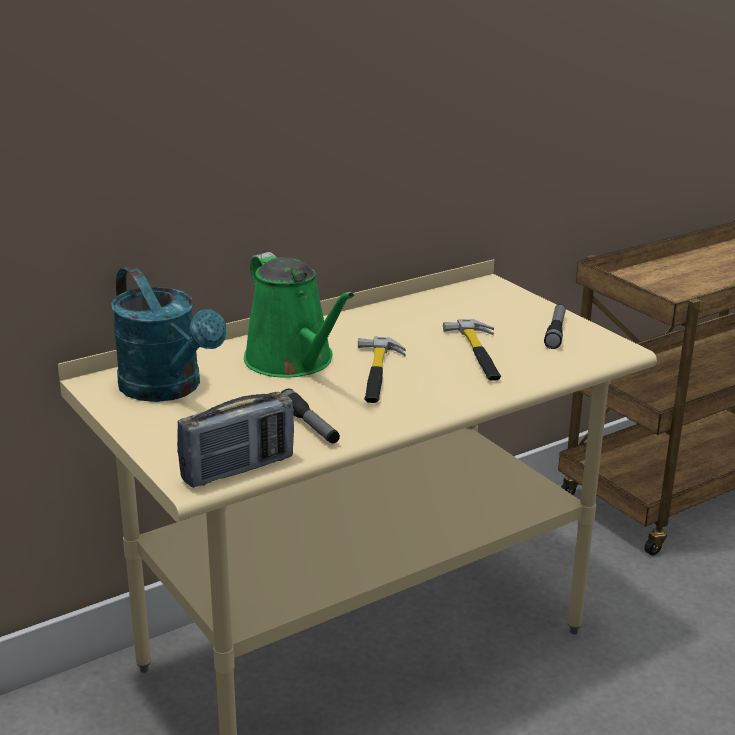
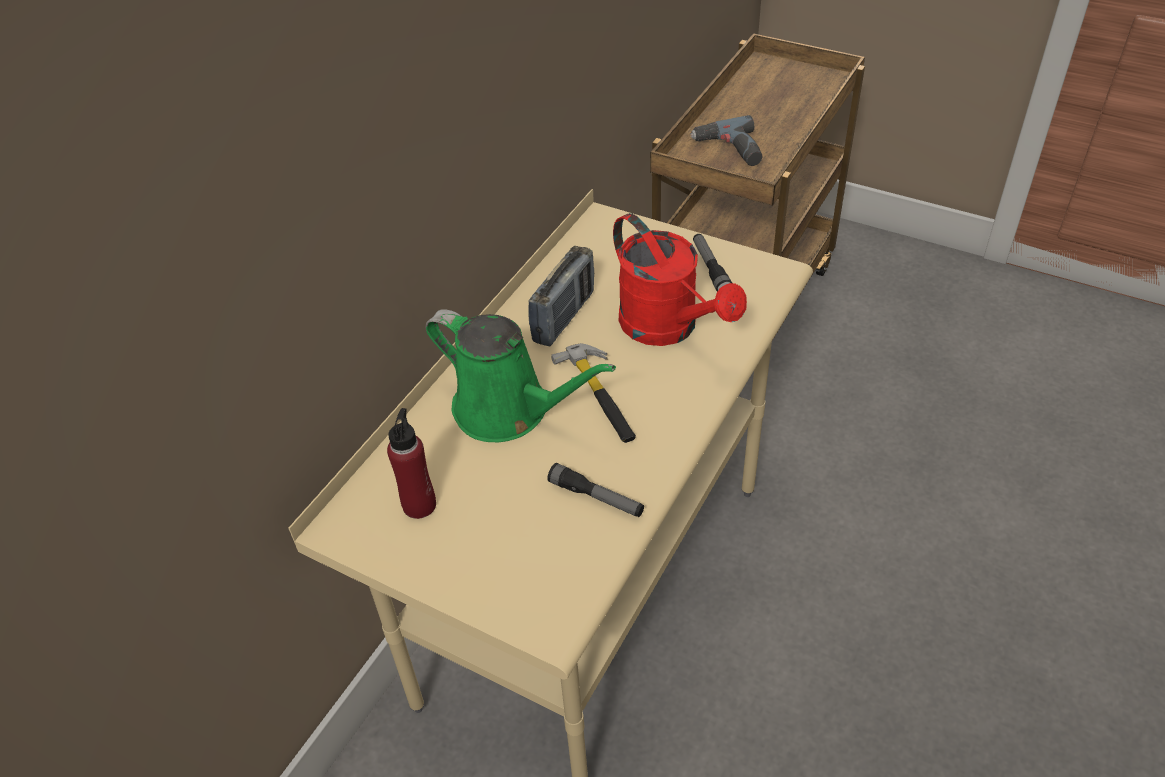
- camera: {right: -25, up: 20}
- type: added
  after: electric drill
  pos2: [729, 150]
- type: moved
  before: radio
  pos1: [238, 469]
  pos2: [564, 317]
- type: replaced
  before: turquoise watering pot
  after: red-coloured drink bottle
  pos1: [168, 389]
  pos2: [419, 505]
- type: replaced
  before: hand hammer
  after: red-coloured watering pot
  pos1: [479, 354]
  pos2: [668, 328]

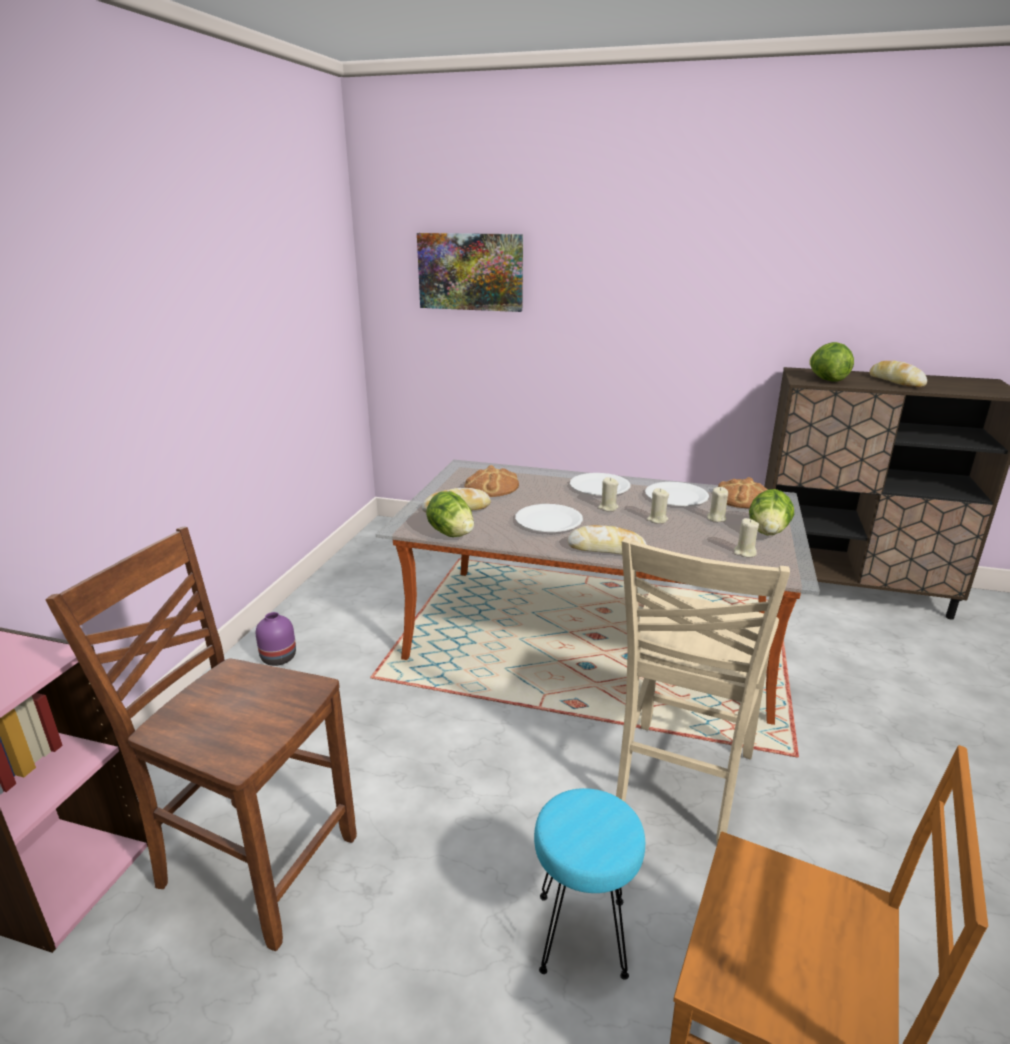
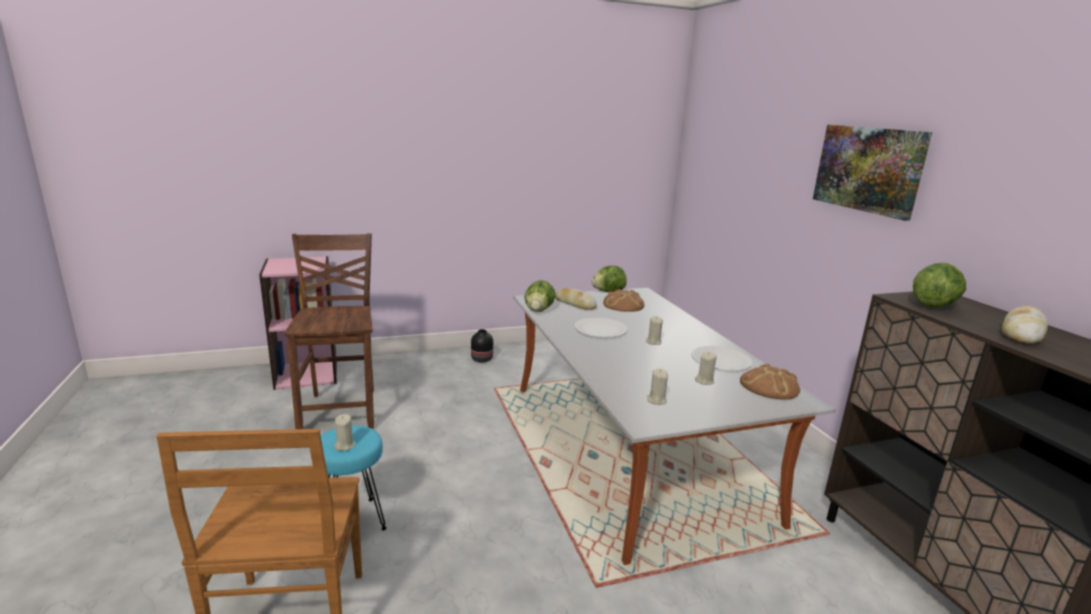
- camera: {right: 55, up: -5}
- type: removed
  before: baked bread
  pos1: [606, 549]
- type: removed
  before: whitish flat dish
  pos1: [599, 486]
- type: removed
  before: sand-coloured chair
  pos1: [680, 783]
- type: moved
  before: wall art
  pos1: [470, 272]
  pos2: [868, 169]
- type: moved
  before: sand-coloured candle
  pos1: [657, 520]
  pos2: [344, 445]
- type: moved
  before: lettuce
  pos1: [768, 532]
  pos2: [608, 291]
- type: recoloured
  before: purplish decorative vase
  after: black-coloured decorative vase
  pos1: [278, 658]
  pos2: [481, 359]

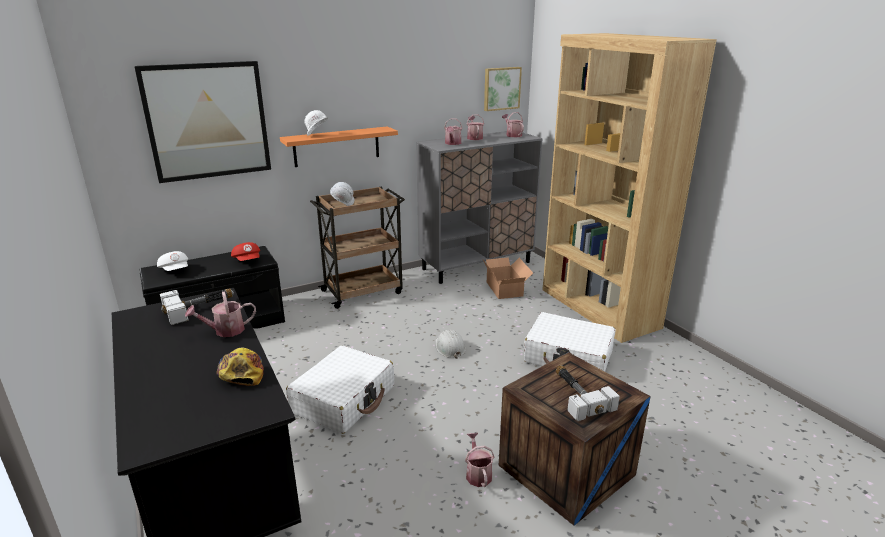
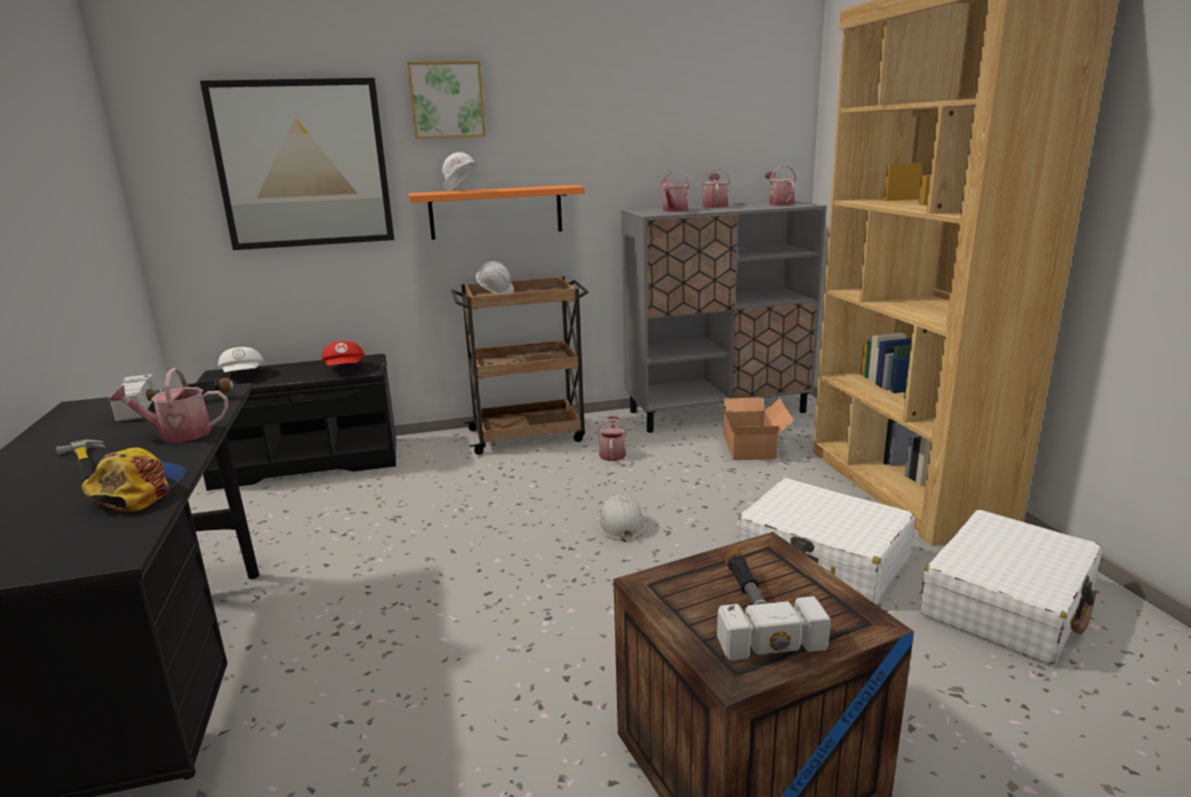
- camera: {right: 15, up: -5}
- type: added
  after: hand hammer
  pos2: [86, 464]
- type: moved
  before: whitish piece of luggage
  pos1: [344, 399]
  pos2: [1008, 603]
- type: moved
  before: watering pot
  pos1: [478, 473]
  pos2: [612, 453]
- type: moved
  before: wall art
  pos1: [501, 88]
  pos2: [447, 100]

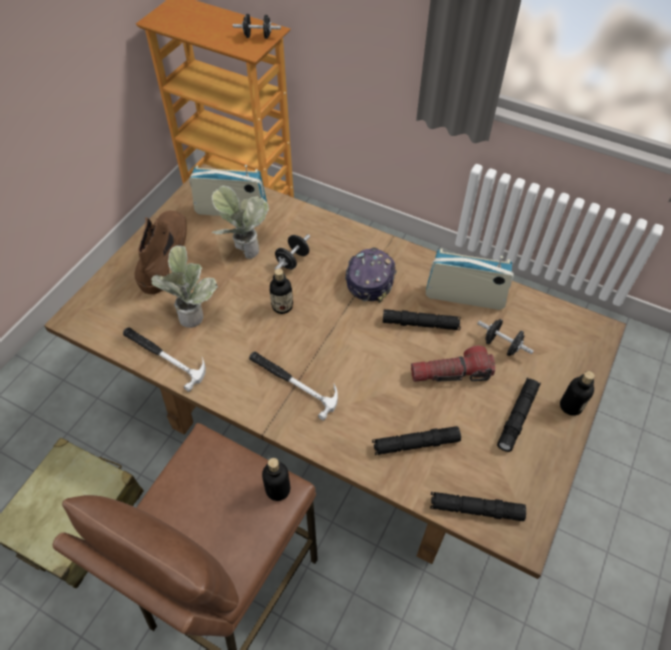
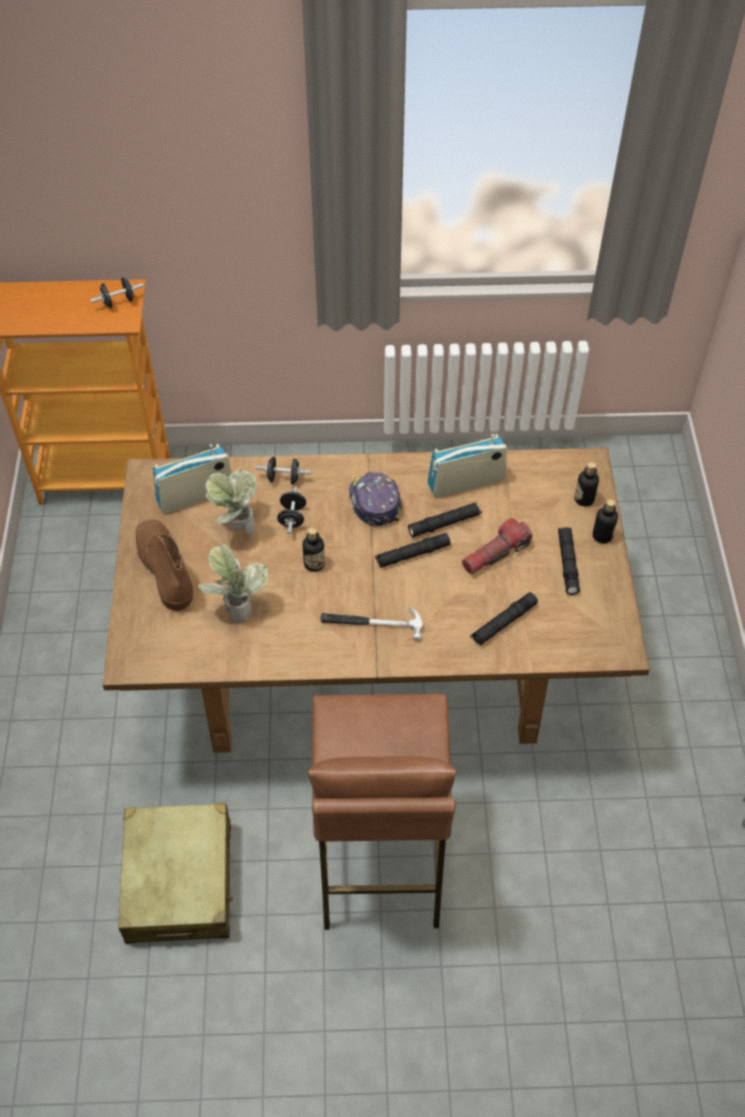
- camera: {right: -30, up: 0}
- type: removed
  before: hand hammer
  pos1: [164, 356]
- type: moved
  before: drink bottle
  pos1: [278, 489]
  pos2: [584, 499]
- type: moved
  before: black-coloured torch
  pos1: [475, 509]
  pos2: [412, 554]
- type: moved
  before: black-coloured hand weight
  pos1: [501, 345]
  pos2: [283, 478]

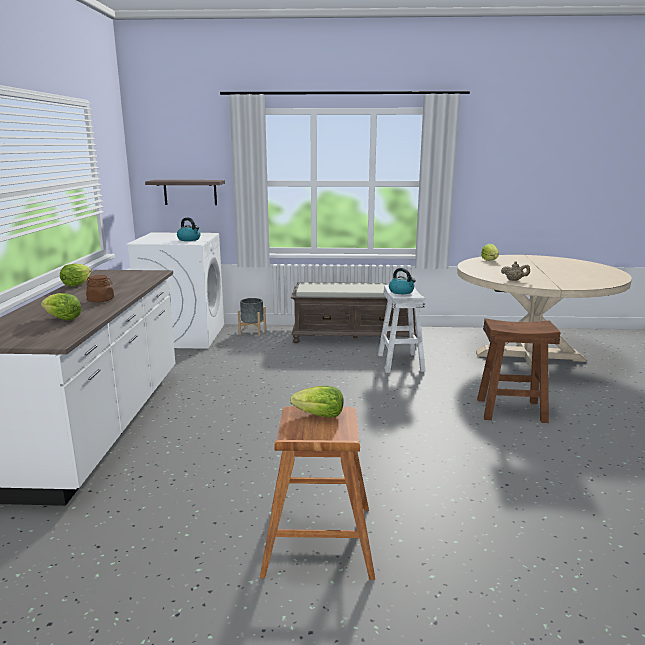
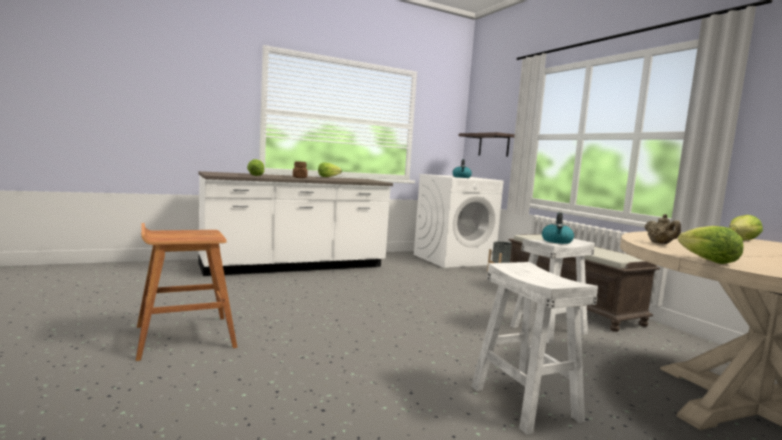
- camera: {right: 60, up: -10}
- type: moved
  before: lettuce
  pos1: [320, 416]
  pos2: [708, 261]
- type: recoloured
  before: brown sitting stool
  after: whitish sitting stool
  pos1: [511, 410]
  pos2: [523, 402]

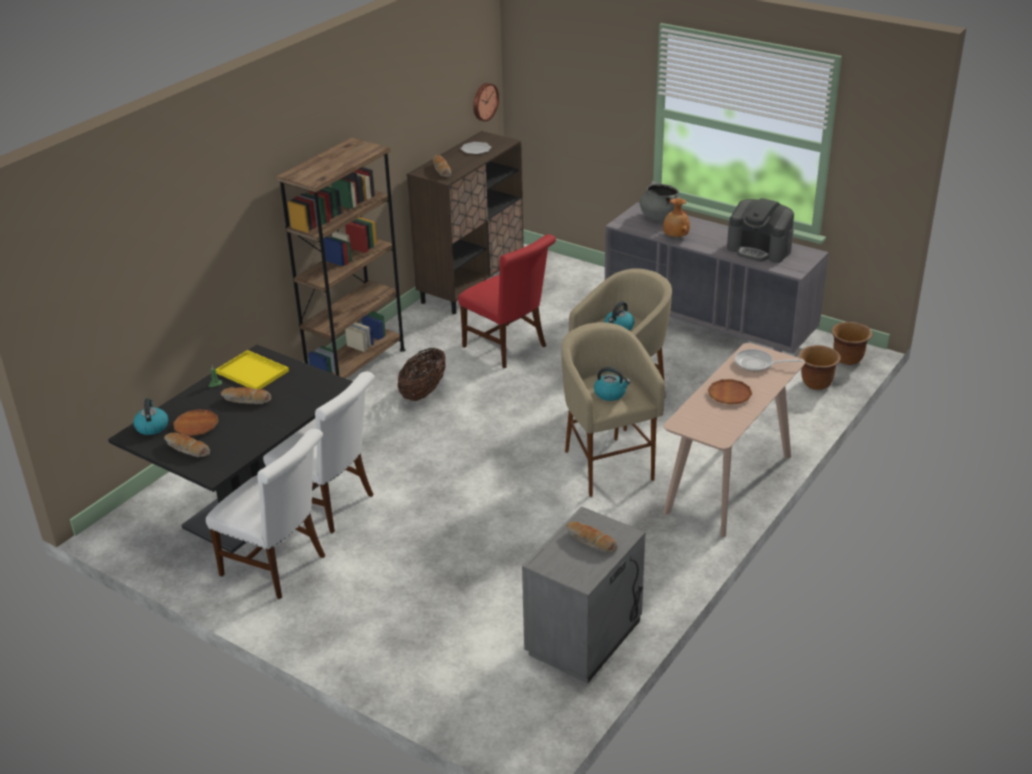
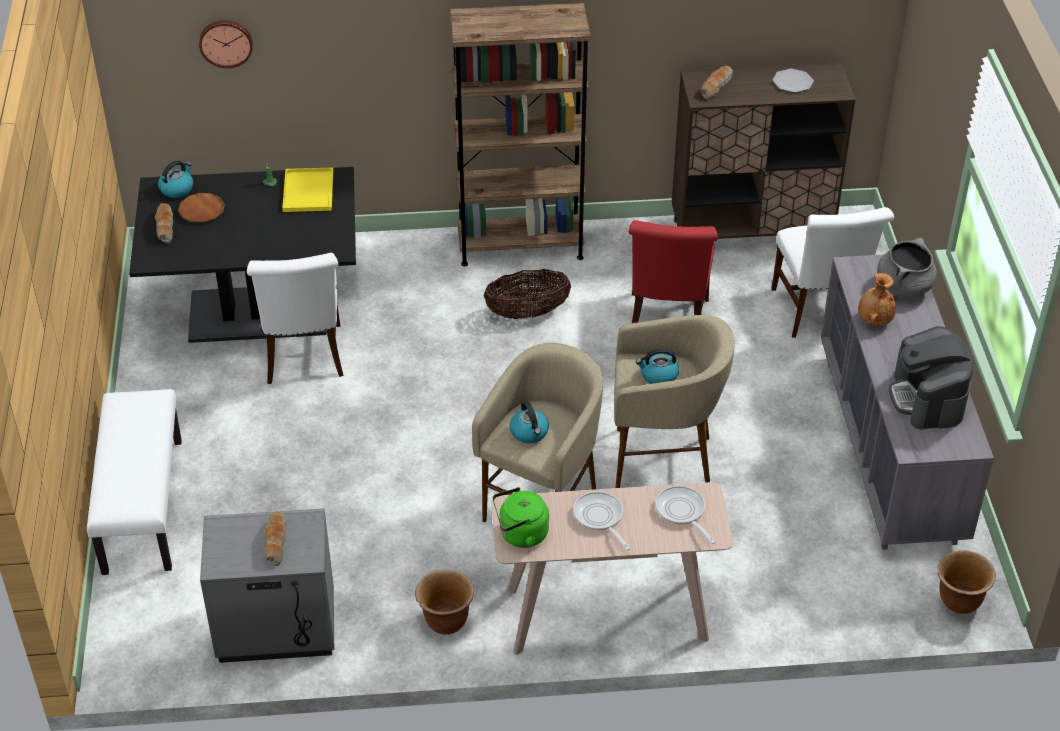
- camera: {right: 50, up: 10}
- type: removed
  before: baked bread
  pos1: [246, 401]
- type: added
  after: whitish long seat
  pos2: [142, 505]
- type: added
  after: greenish tea kettle
  pos2: [520, 534]
- type: moved
  before: whitish chair
  pos1: [278, 566]
  pos2: [820, 313]
- type: moved
  before: hanging clock
  pos1: [484, 101]
  pos2: [226, 42]
- type: moved
  before: brown plant pot
  pos1: [816, 384]
  pos2: [445, 621]
- type: replaced
  before: brown flat dish
  after: frying pan
  pos1: [729, 394]
  pos2: [600, 518]

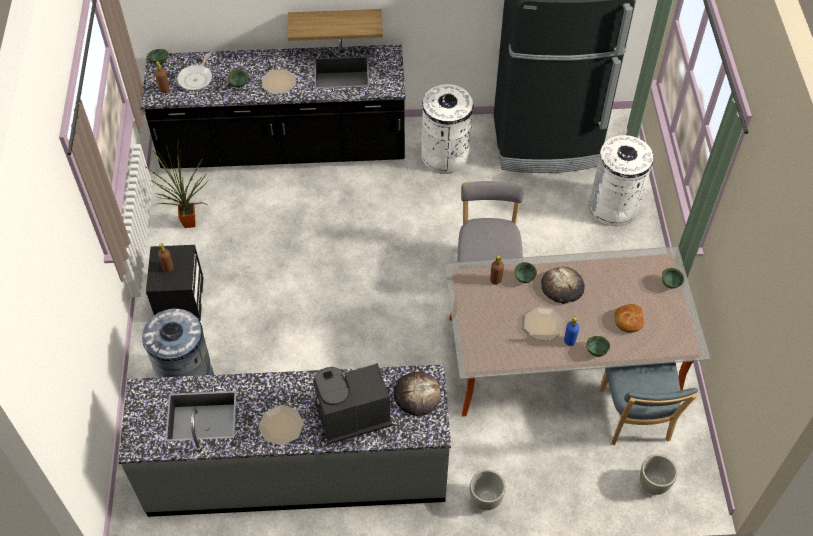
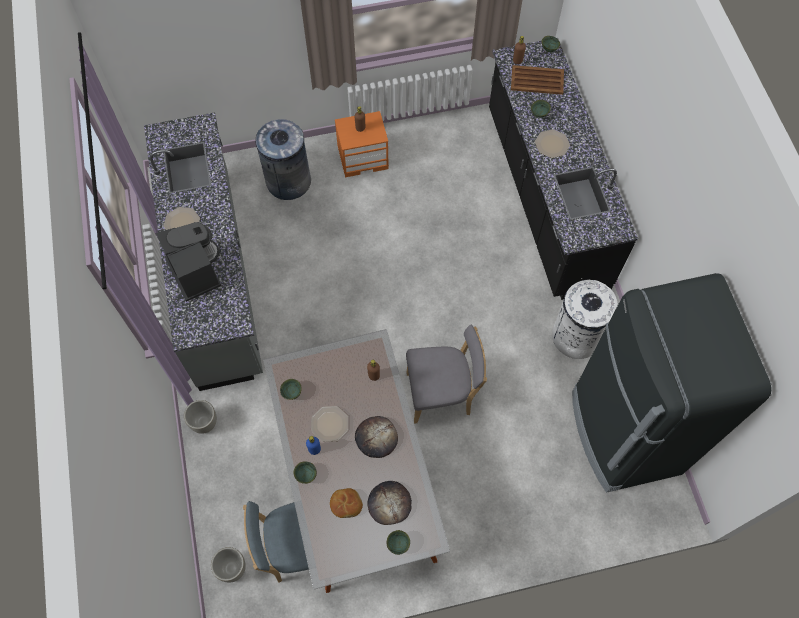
- camera: {right: 80, up: 10}
- type: removed
  before: plant in a pot
  pos1: [189, 225]
- type: removed
  before: bracket shelf
  pos1: [335, 21]
- type: removed
  before: whitish waste bin
  pos1: [613, 207]
- type: moved
  before: baked bread
  pos1: [417, 395]
  pos2: [389, 503]
- type: moved
  before: greenish bowl
  pos1: [524, 278]
  pos2: [292, 393]
- type: replaced
  before: frying pan
  after: brown tray
  pos1: [196, 78]
  pos2: [537, 80]
- type: recoloured
  before: black-coloured night table
  after: orangey night table
  pos1: [179, 299]
  pos2: [363, 158]

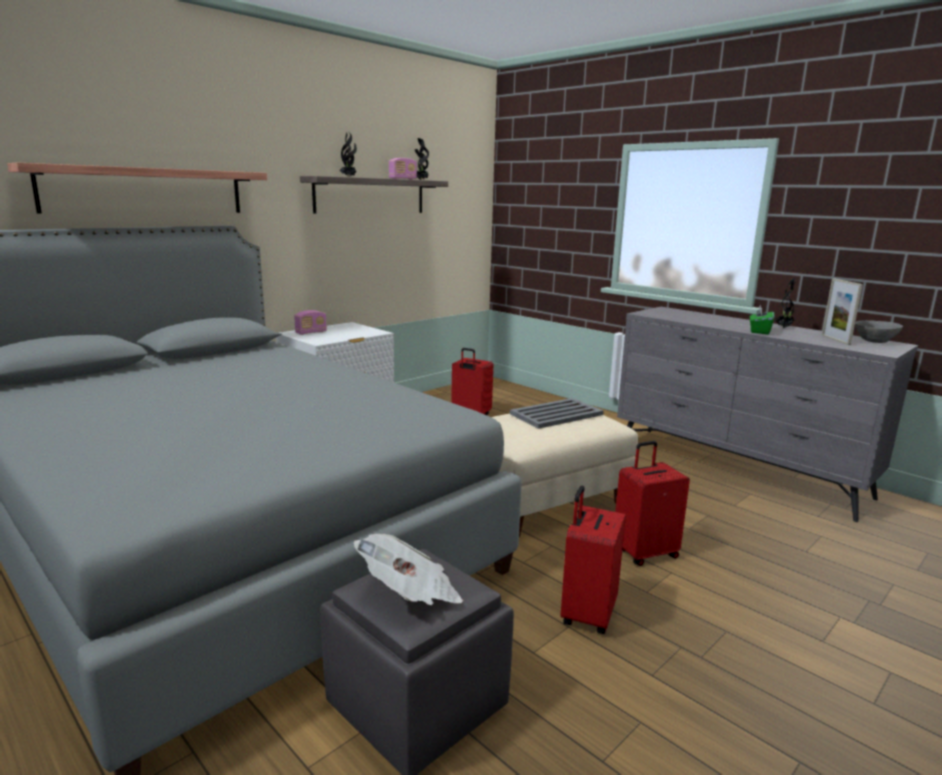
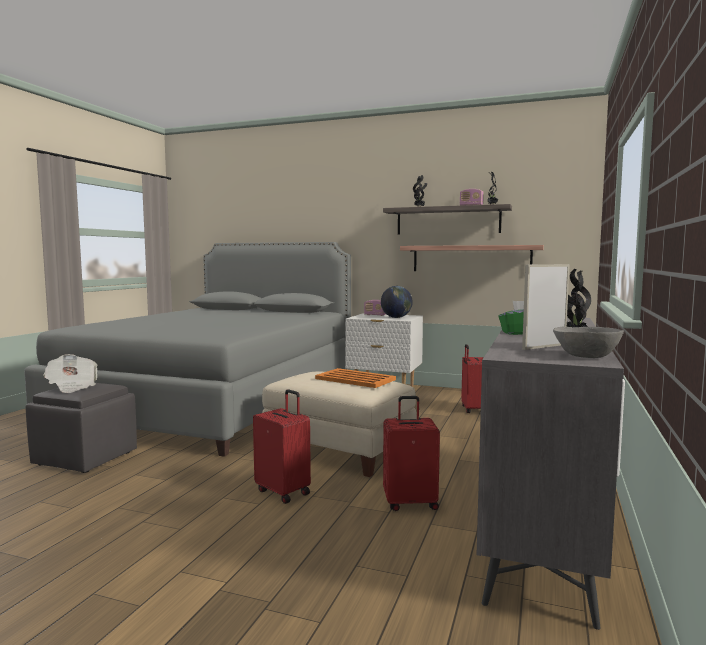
- camera: {right: 65, up: -10}
- type: added
  after: desk globe
  pos2: [396, 318]
- type: moved
  before: bracket shelf
  pos1: [145, 191]
  pos2: [471, 258]
- type: moved
  before: red-coloured piece of luggage
  pos1: [587, 614]
  pos2: [410, 503]
- type: recoloured
  before: greyish tray
  after: orangey tray
  pos1: [555, 414]
  pos2: [354, 379]

